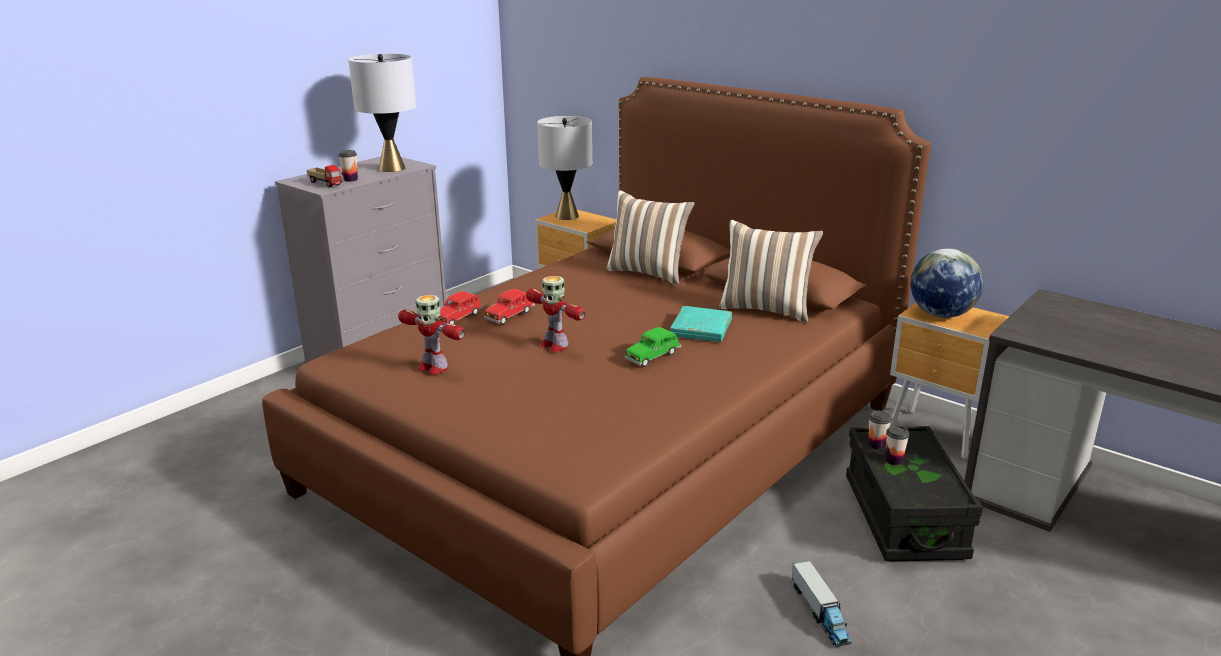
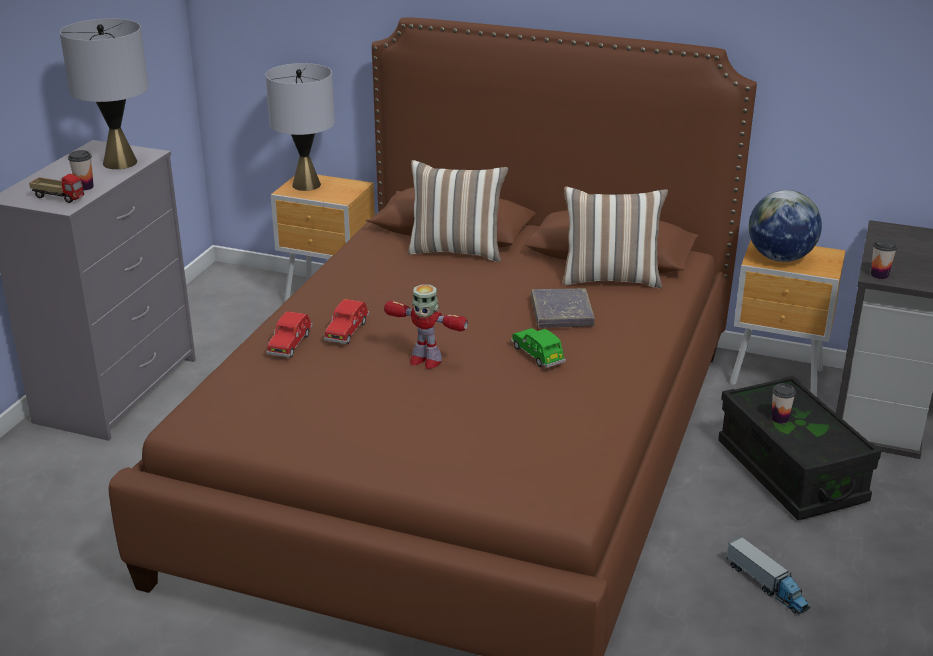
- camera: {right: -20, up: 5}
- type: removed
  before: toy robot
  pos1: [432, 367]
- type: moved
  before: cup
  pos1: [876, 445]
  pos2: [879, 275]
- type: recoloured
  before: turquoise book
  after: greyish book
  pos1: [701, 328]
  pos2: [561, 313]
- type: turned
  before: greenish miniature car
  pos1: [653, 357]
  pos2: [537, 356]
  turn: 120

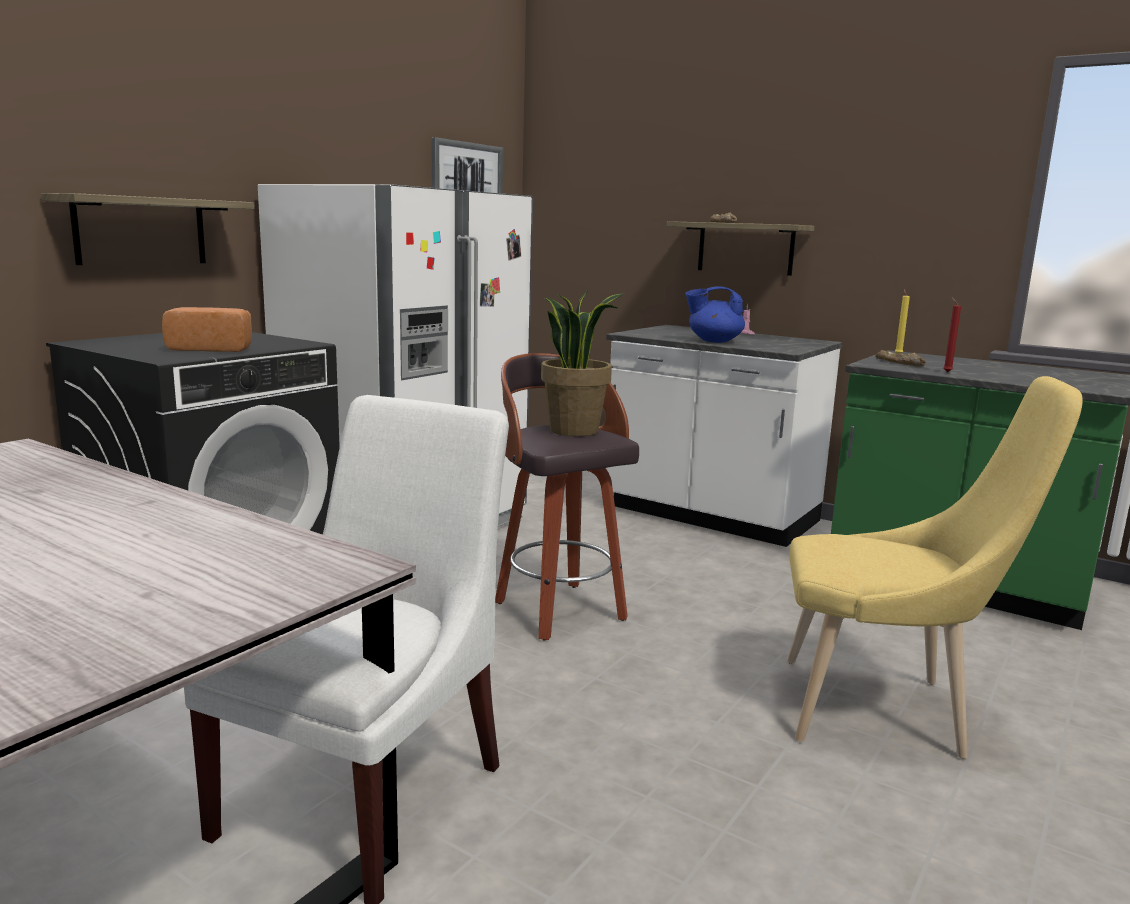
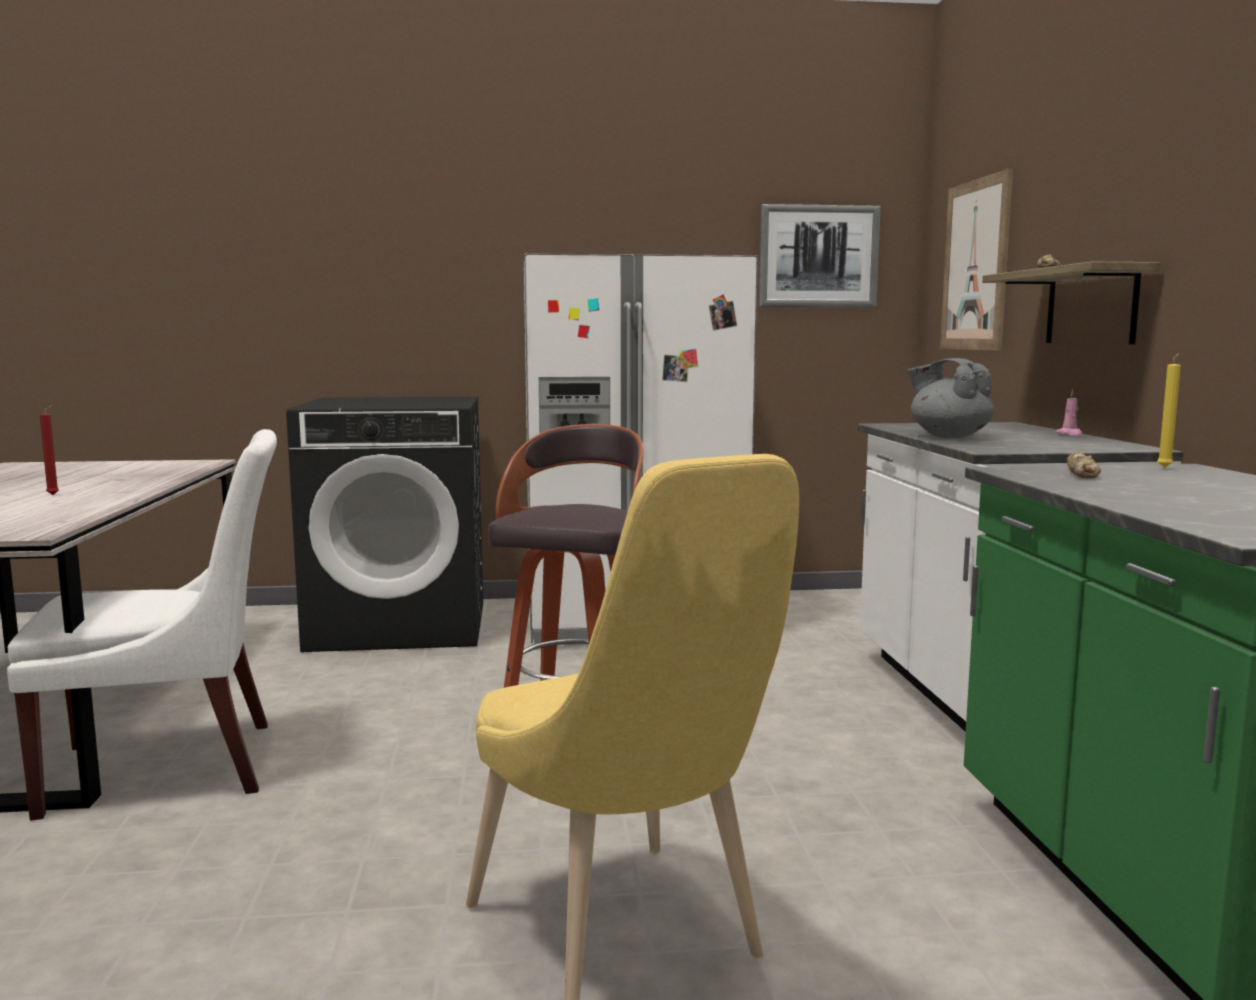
- camera: {right: 50, up: -5}
- type: removed
  before: bracket shelf
  pos1: [141, 231]
- type: removed
  before: baked bread
  pos1: [212, 349]
- type: removed
  before: plant in a pot
  pos1: [575, 430]
- type: added
  after: wall art
  pos2: [975, 265]
- type: moved
  before: red-coloured candle
  pos1: [946, 372]
  pos2: [54, 494]
- type: recoloured
  before: blue tea pot
  after: greyish tea pot
  pos1: [714, 341]
  pos2: [948, 436]

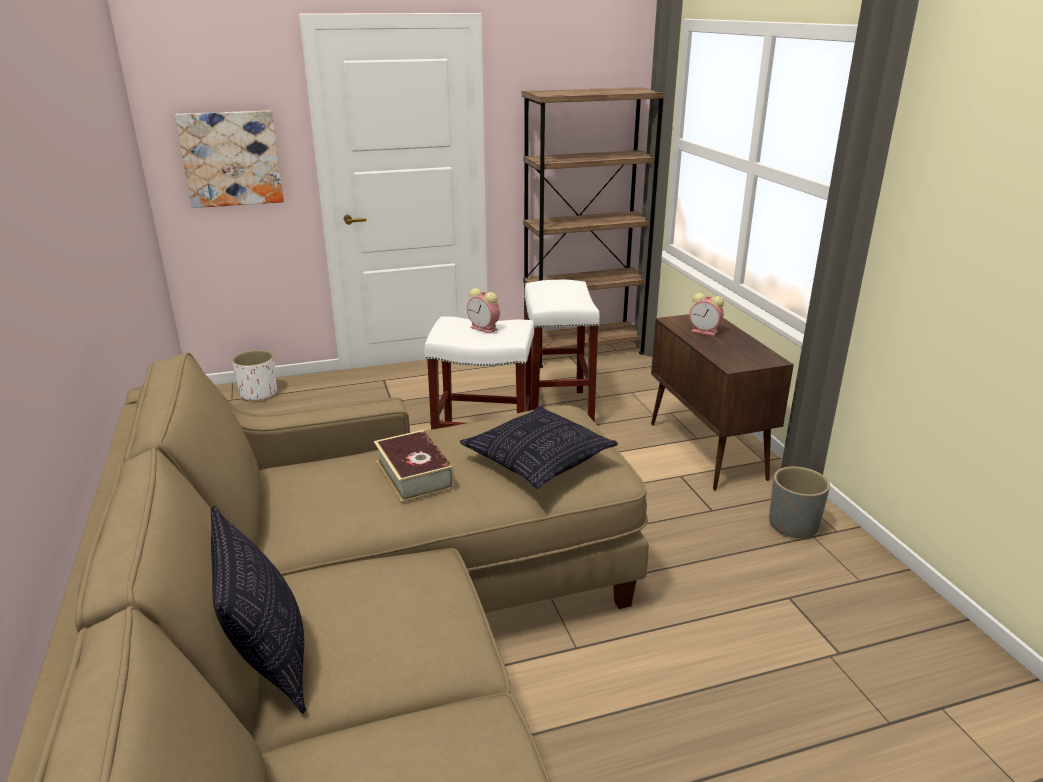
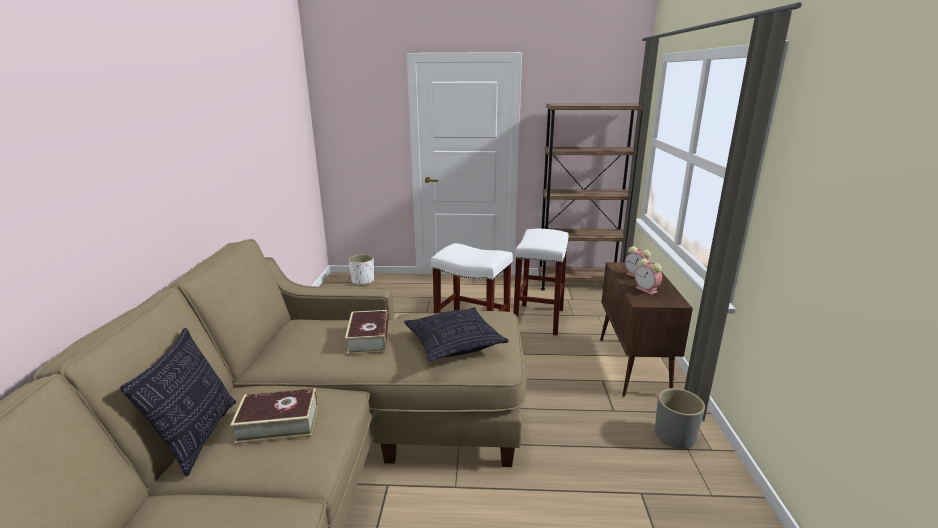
- camera: {right: 20, up: -5}
- type: removed
  before: wall art
  pos1: [231, 159]
- type: added
  after: book
  pos2: [278, 423]
- type: moved
  before: table clock
  pos1: [485, 328]
  pos2: [647, 290]

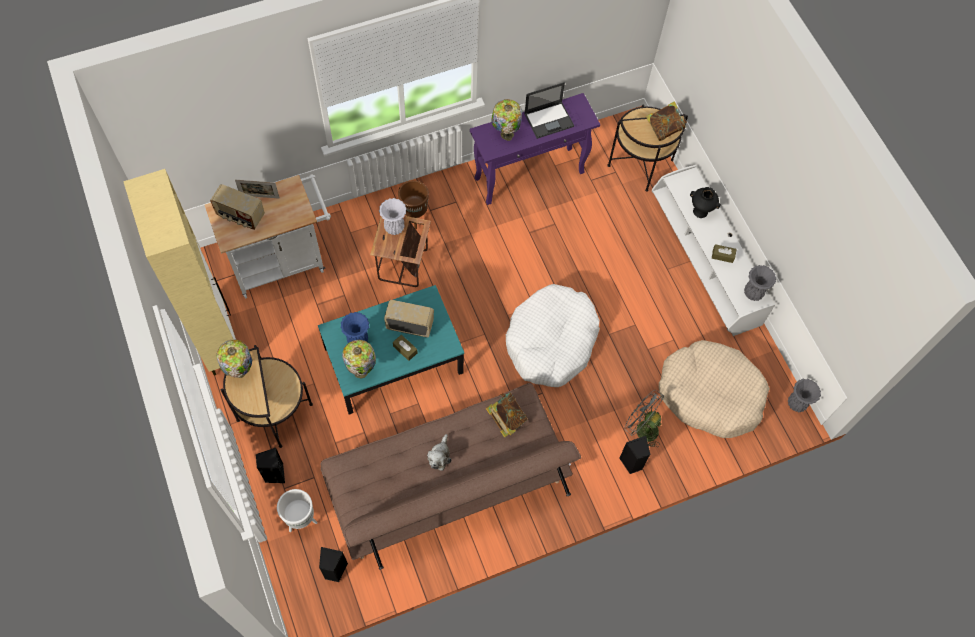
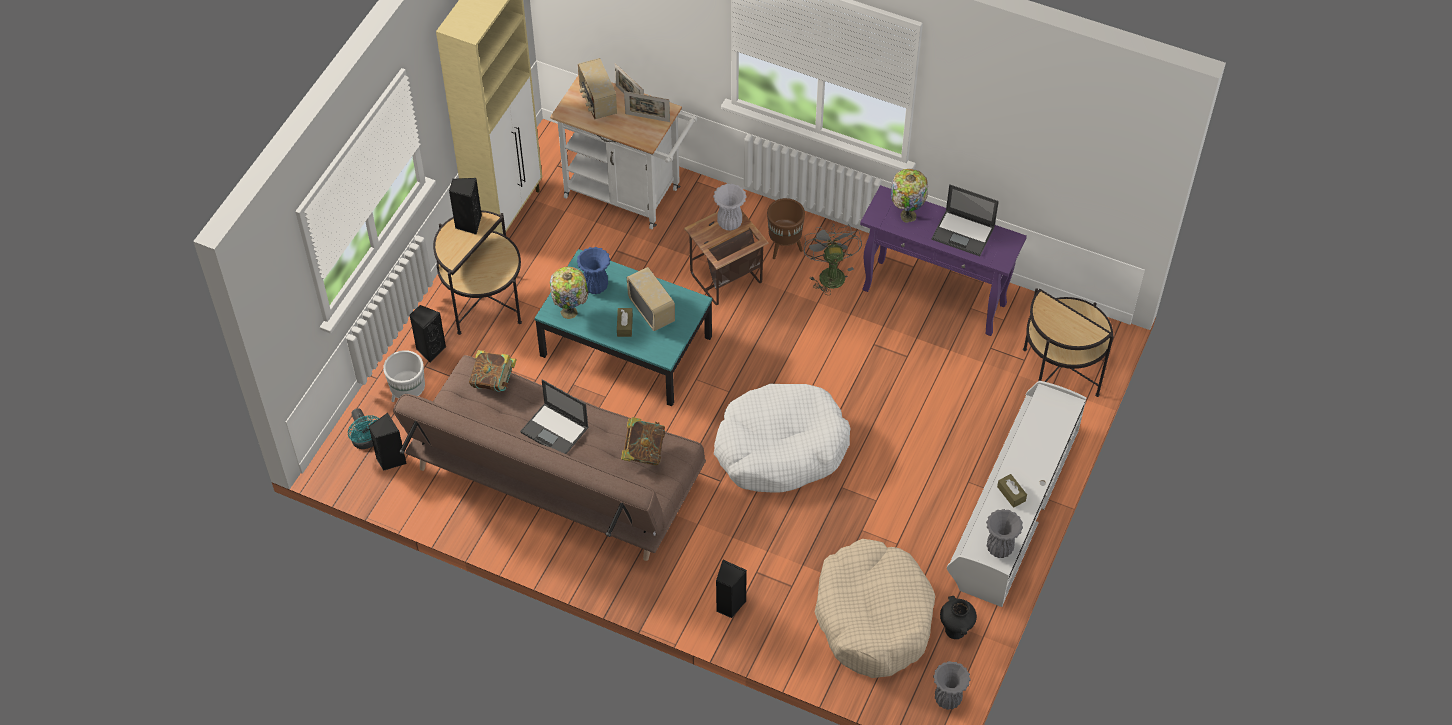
- camera: {right: 50, up: -10}
- type: added
  after: turquoise fan
  pos2: [366, 442]
- type: added
  after: picture frame
  pos2: [647, 118]
- type: moved
  before: greyish fan
  pos1: [642, 429]
  pos2: [830, 273]
- type: moved
  before: book
  pos1: [664, 129]
  pos2: [494, 381]
- type: moved
  before: black-coloured decorative vase
  pos1: [701, 211]
  pos2: [956, 630]
- type: replaced
  before: table lamp
  after: black-coloured audio speaker
  pos1: [240, 372]
  pos2: [468, 223]
- type: replaced
  before: plush toy
  after: portable computer
  pos1: [439, 456]
  pos2: [555, 430]

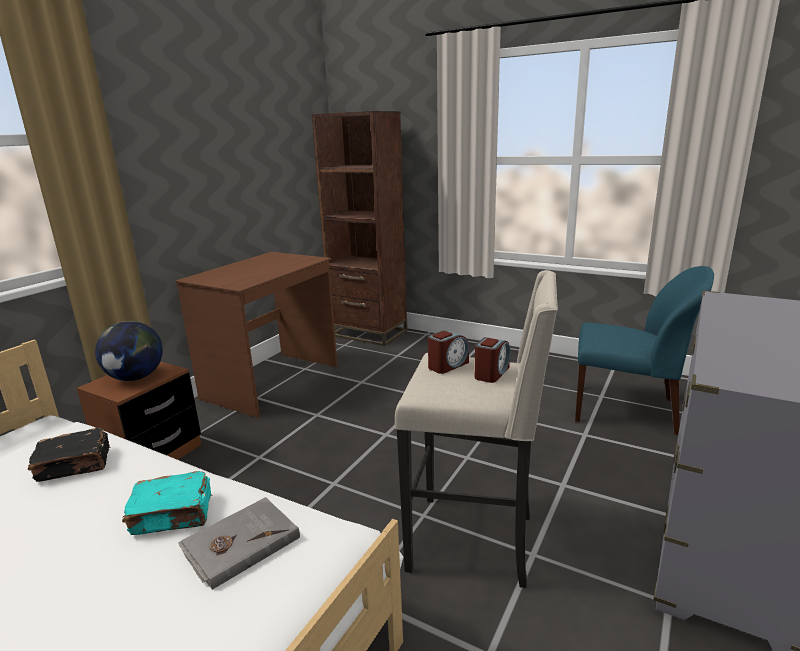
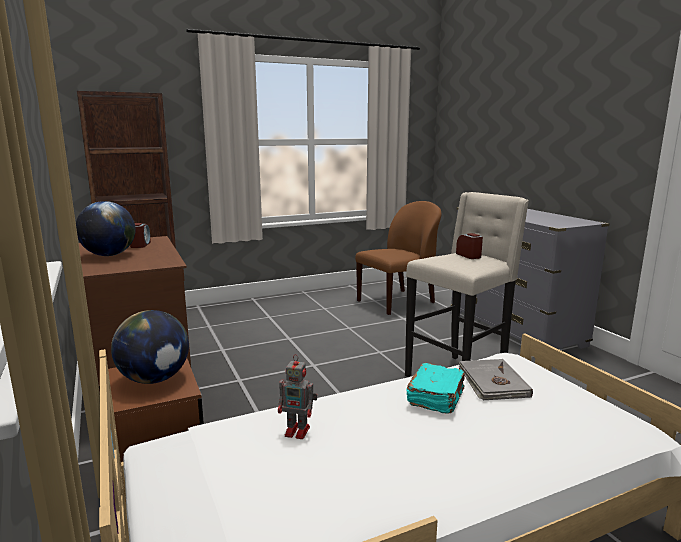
- camera: {right: -55, up: -5}
- type: added
  after: desk globe
  pos2: [109, 255]
- type: moved
  before: table clock
  pos1: [448, 365]
  pos2: [140, 245]
- type: replaced
  before: black-coloured book
  after: toy robot
  pos1: [75, 465]
  pos2: [298, 431]
- type: recoloured
  before: blue chair
  after: brown chair
  pos1: [627, 410]
  pos2: [397, 302]

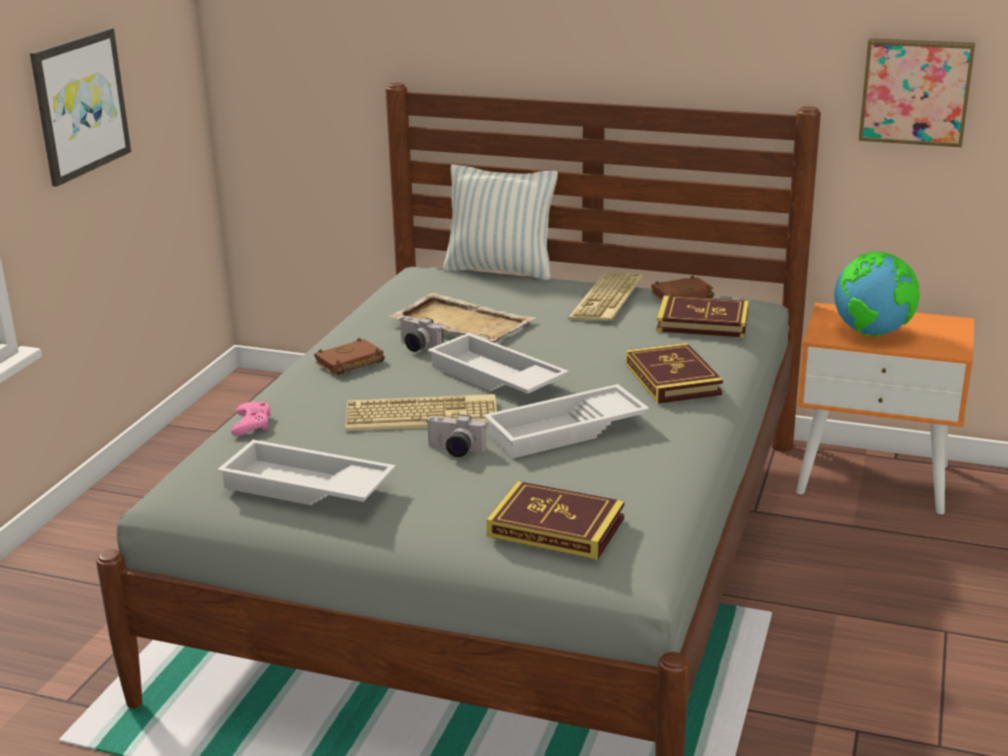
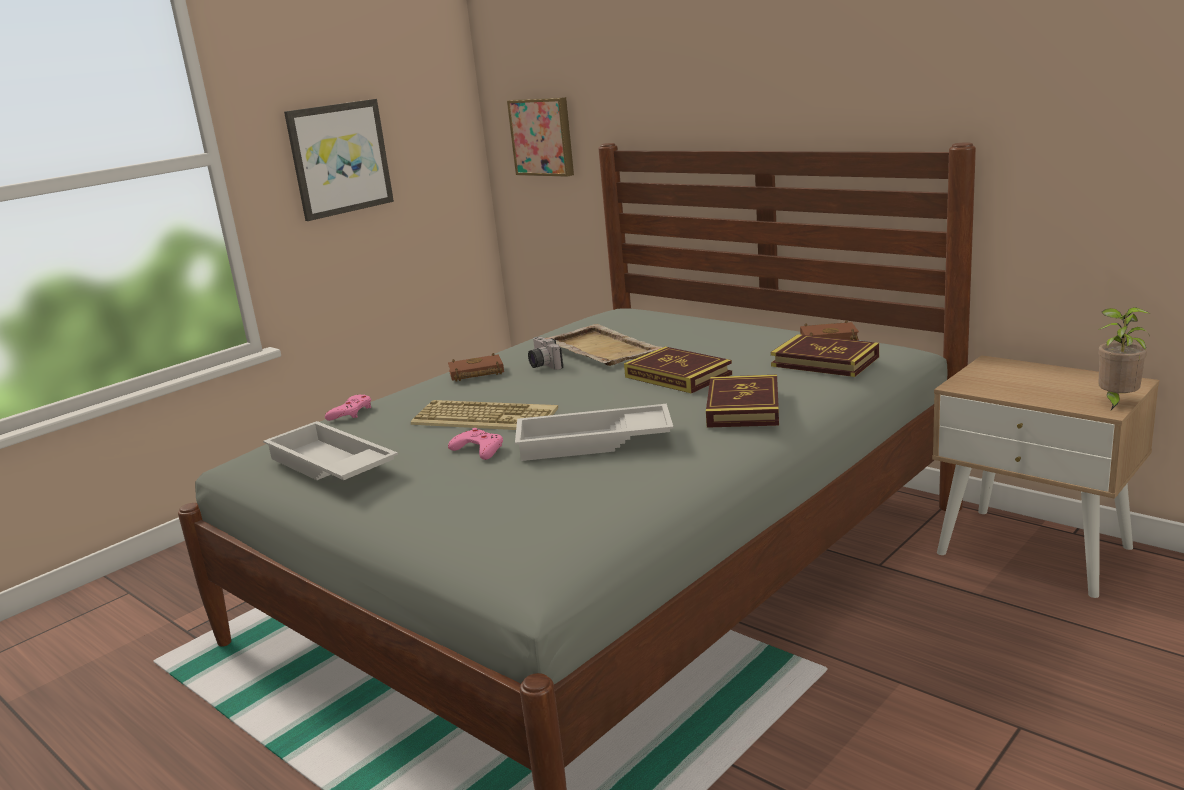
- camera: {right: 25, up: -5}
- type: removed
  before: whitish tray
  pos1: [494, 378]
- type: removed
  before: cushion
  pos1: [500, 270]
- type: removed
  before: computer keyboard
  pos1: [608, 299]
- type: removed
  before: desk globe
  pos1: [872, 333]
- type: added
  after: plant in a pot
  pos2: [1116, 402]
- type: moved
  before: book
  pos1: [556, 527]
  pos2: [678, 376]
- type: moved
  before: wall art
  pos1: [915, 91]
  pos2: [543, 136]
- type: replaced
  before: still camera
  after: pink gamepad
  pos1: [454, 451]
  pos2: [478, 449]
- type: recoloured
  before: orangey night table
  after: sand-coloured night table
  pos1: [874, 478]
  pos2: [1035, 550]

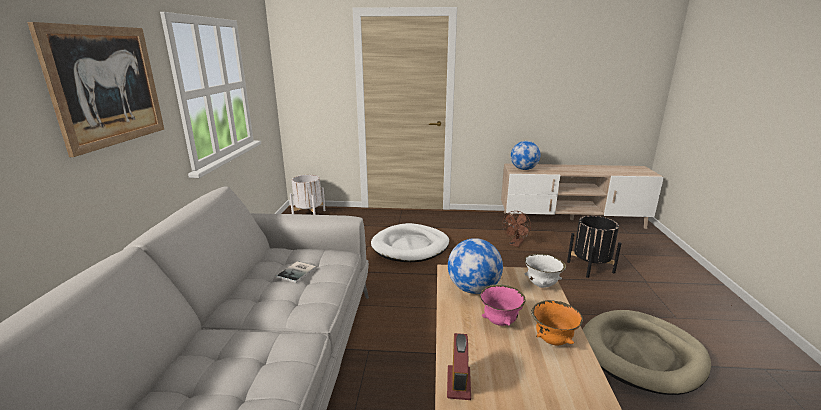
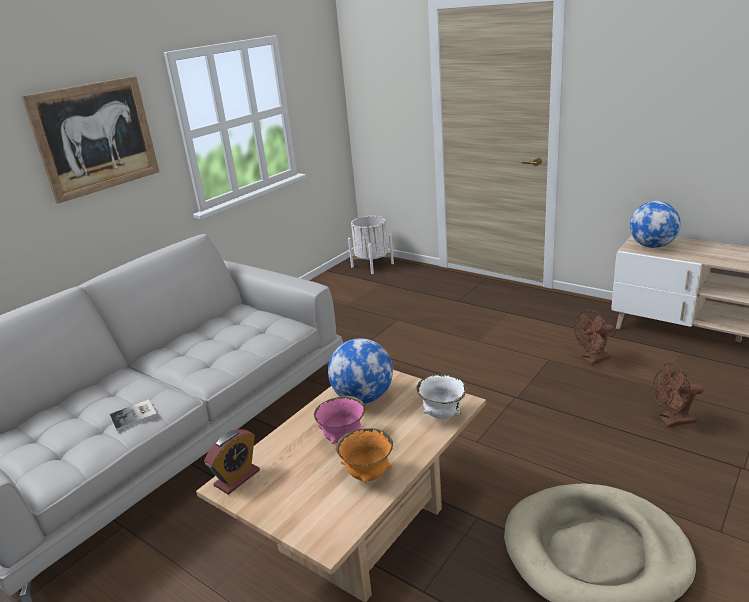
- camera: {right: 35, up: 5}
- type: removed
  before: whitish dog bed
  pos1: [410, 246]
- type: moved
  before: book
  pos1: [298, 272]
  pos2: [135, 416]
- type: replaced
  before: black-coloured plant pot
  after: brown fan
  pos1: [590, 267]
  pos2: [672, 421]

